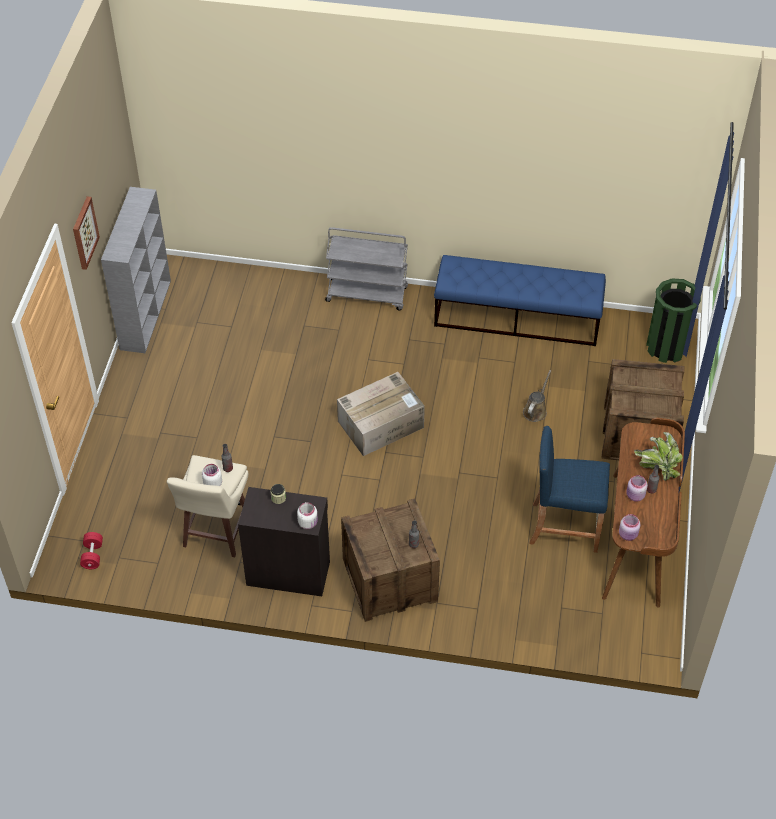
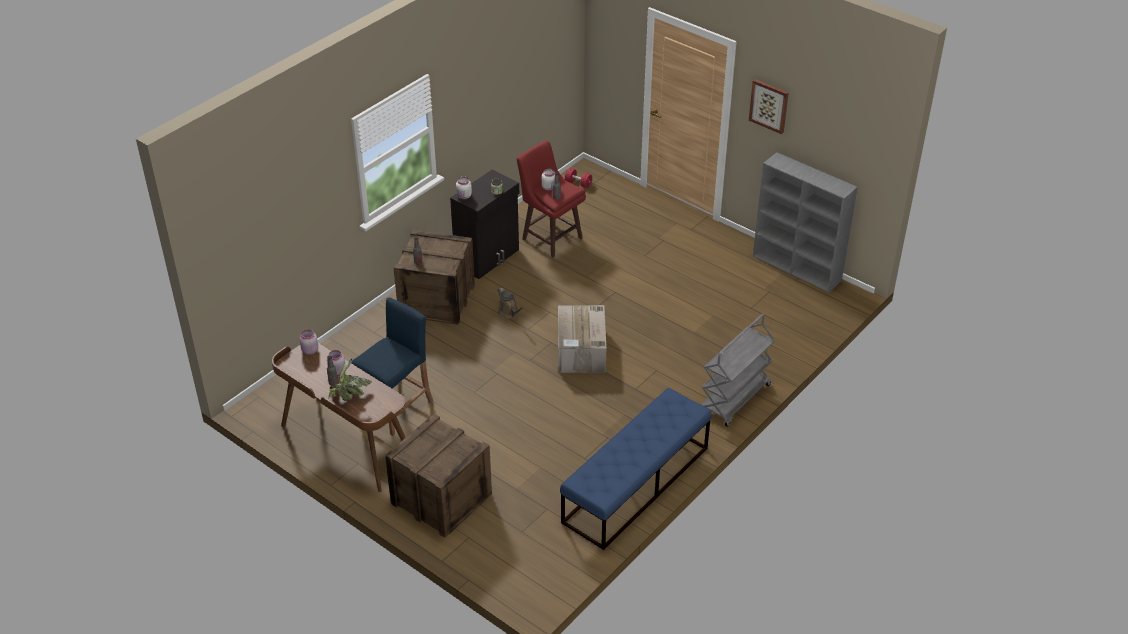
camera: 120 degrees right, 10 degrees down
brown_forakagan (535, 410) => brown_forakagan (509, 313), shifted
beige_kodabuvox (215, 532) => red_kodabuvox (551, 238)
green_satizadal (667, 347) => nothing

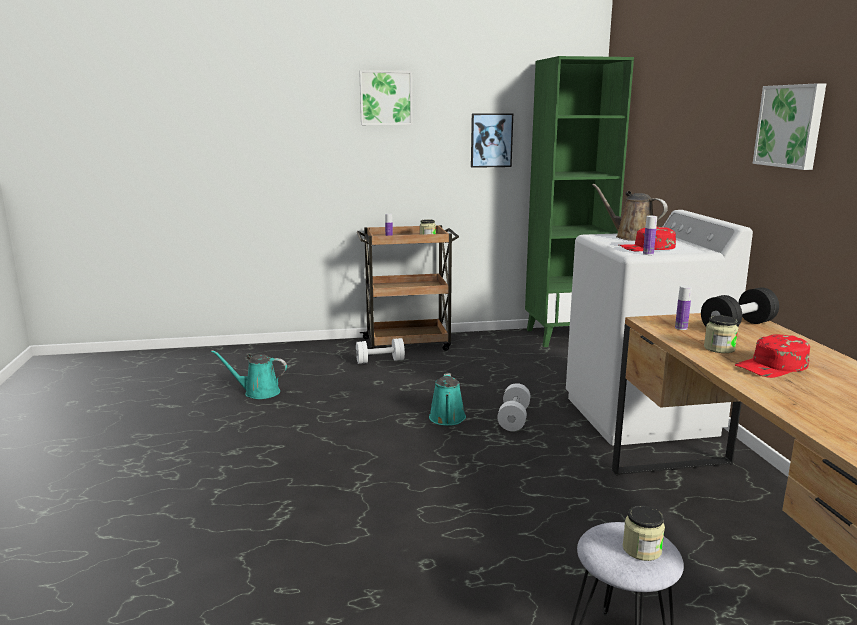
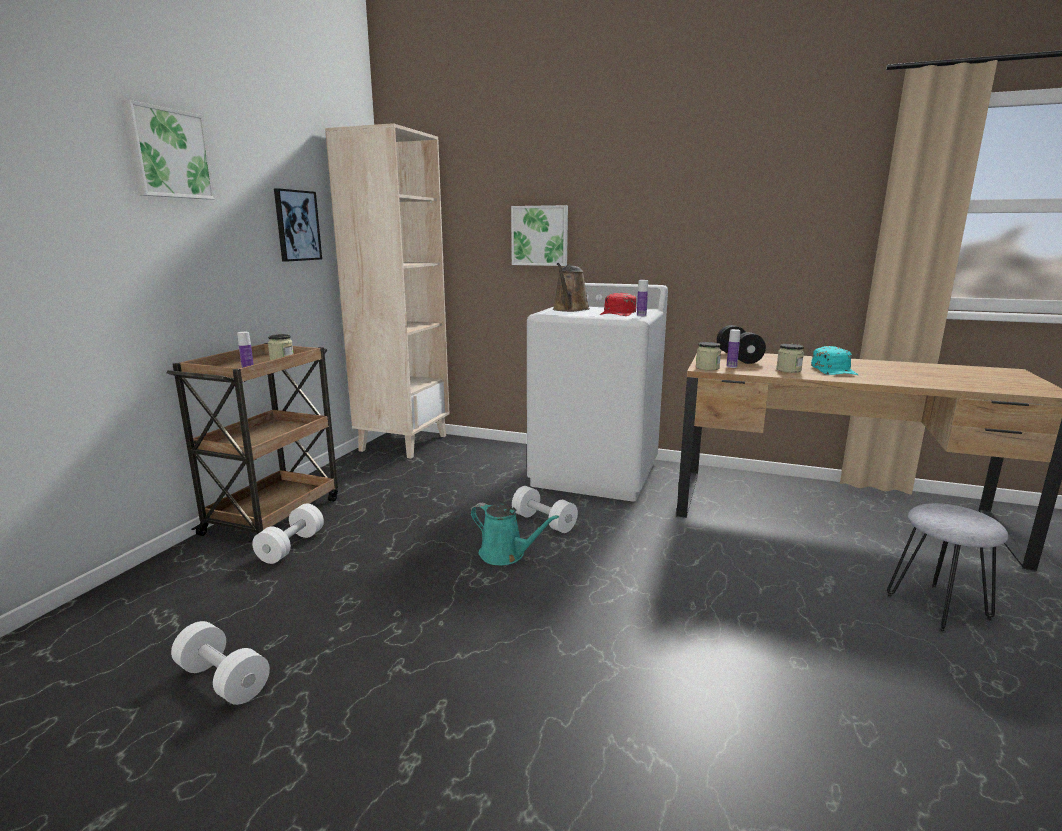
camera: 60 degrees left, 0 degrees up
turquoise_forakagan (258, 392) => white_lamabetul (223, 680)
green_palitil (566, 336) => beige_palitil (403, 443)
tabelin (791, 126) => tabelin (540, 235), shifted
brown_forakagan (631, 237) => brown_forakagan (570, 310), 60 degrees counterclockwise
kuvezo (641, 549) => kuvezo (707, 368), shifted
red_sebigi (772, 366) => turquoise_sebigi (834, 370)

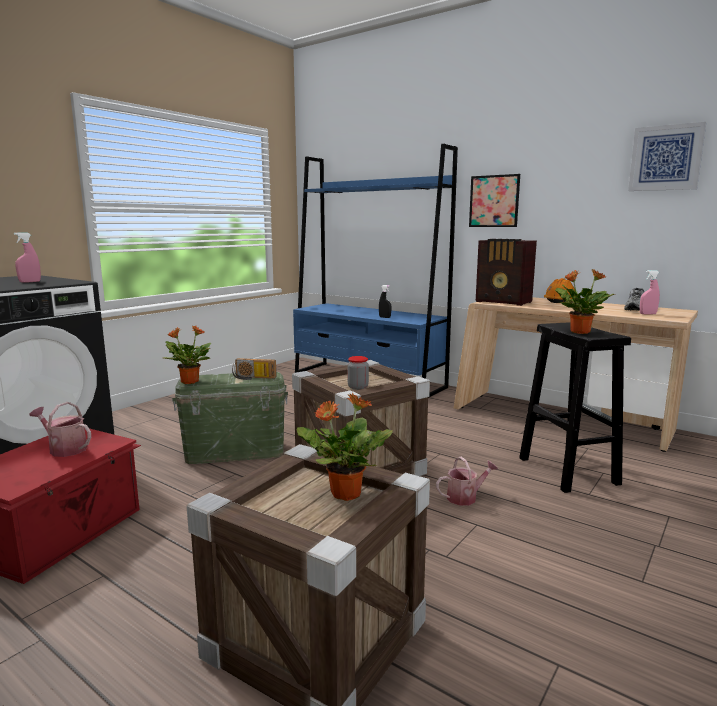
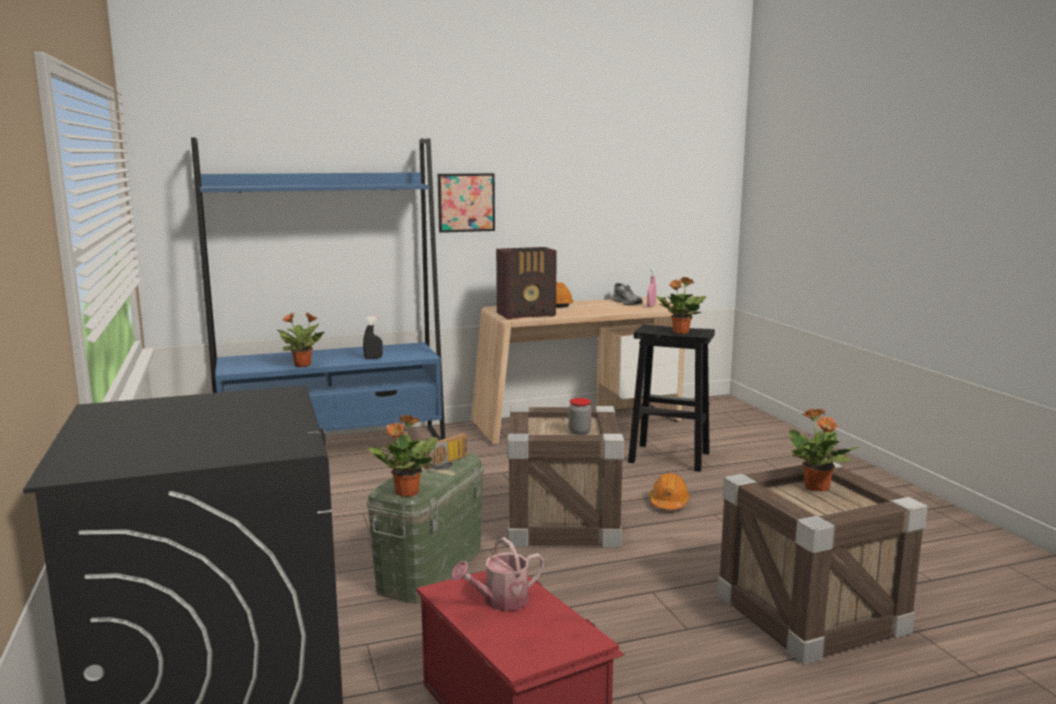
camera: 55 degrees left, 0 degrees up
nothing => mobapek (303, 365)
forakagan (465, 497) => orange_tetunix (669, 503)
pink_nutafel (30, 282) => nothing
tabelin (666, 158) => nothing

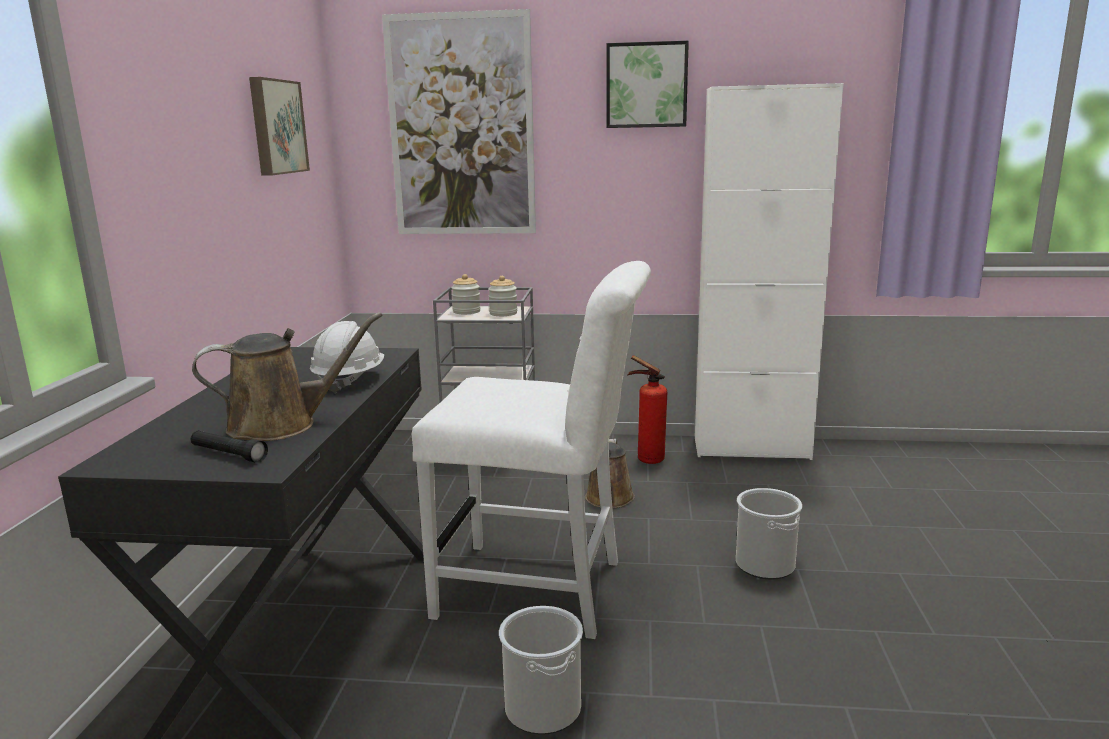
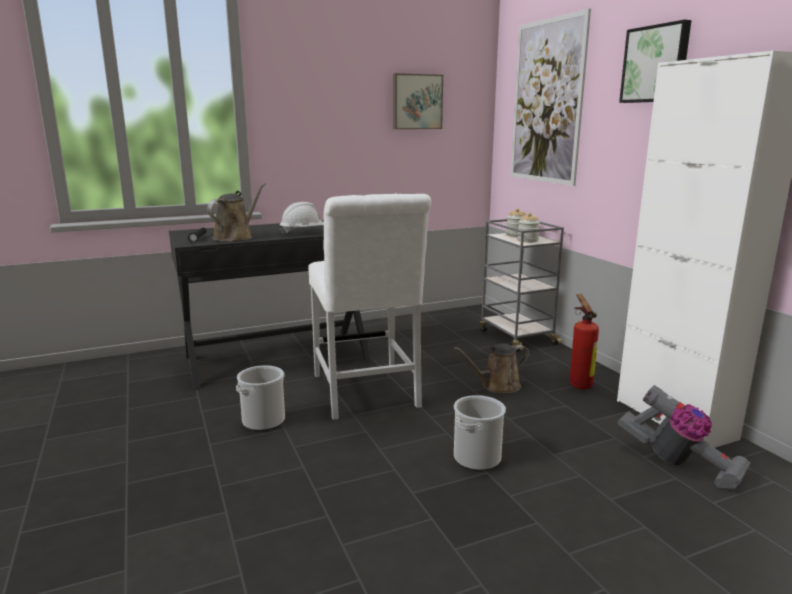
camera: 60 degrees right, 0 degrees up
brown_forakagan (281, 425) => brown_forakagan (235, 237), 105 degrees counterclockwise
nothing => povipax (679, 464)

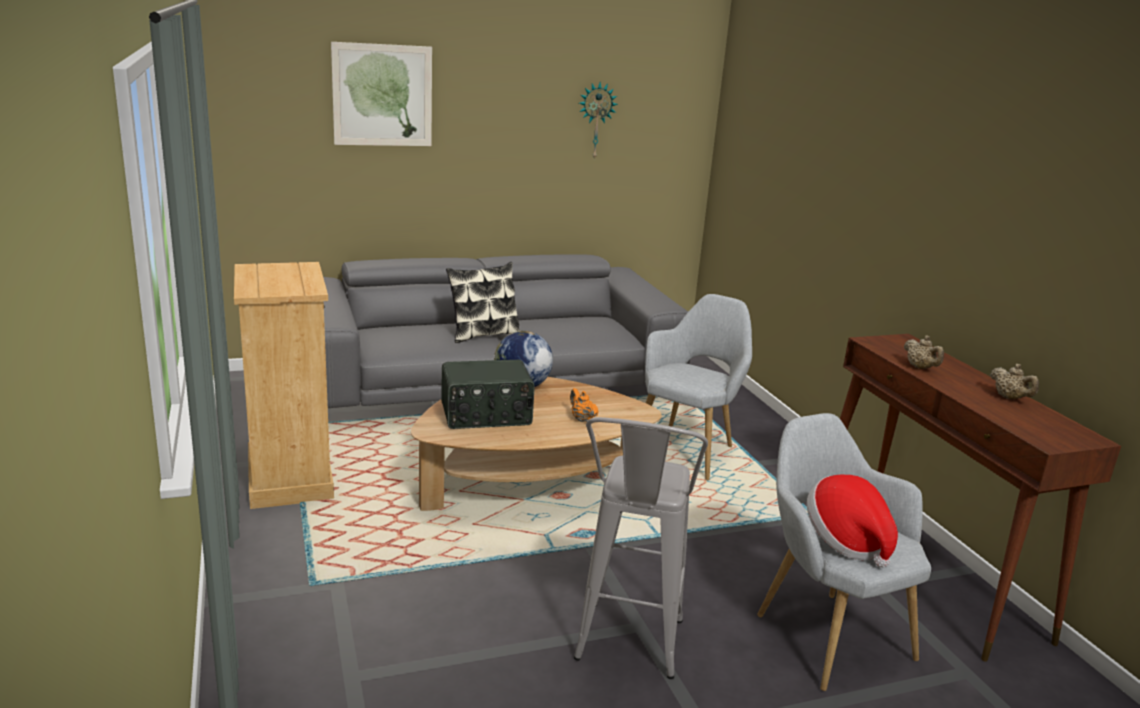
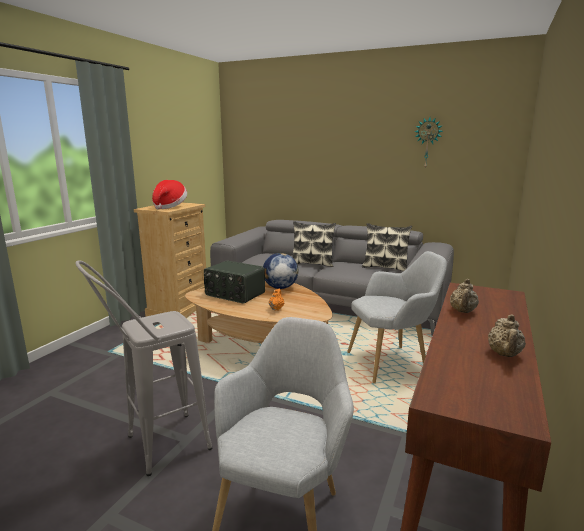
camera: 45 degrees right, 5 degrees down
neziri (846, 541) => neziri (169, 207), shifted
nothing => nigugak (385, 267)
tabelin (382, 95) => nothing

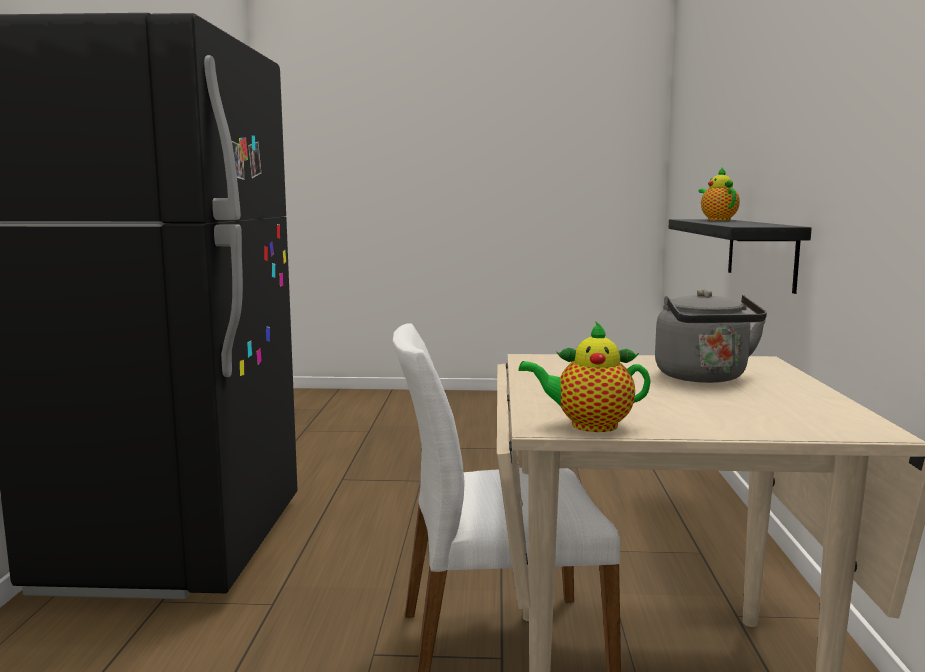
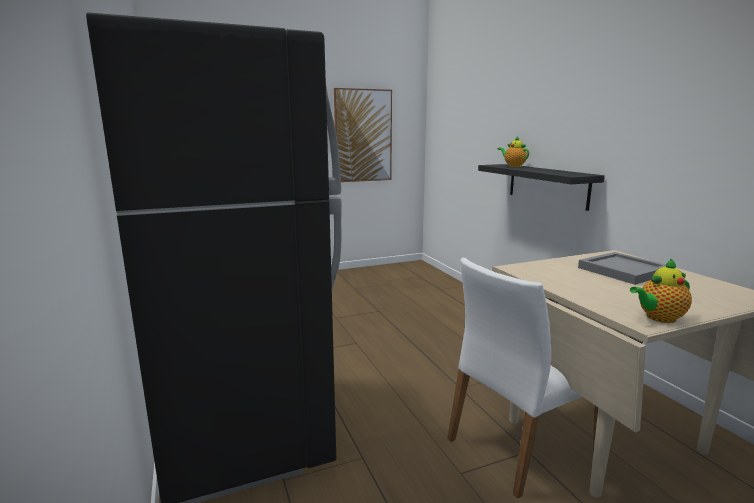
camera: 25 degrees left, 5 degrees up
nothing => tabelin (363, 136)
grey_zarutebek (704, 378) => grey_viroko (623, 271)

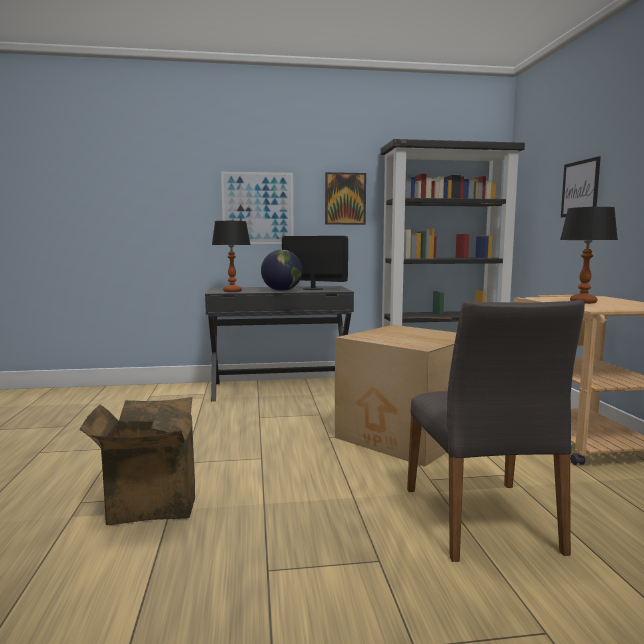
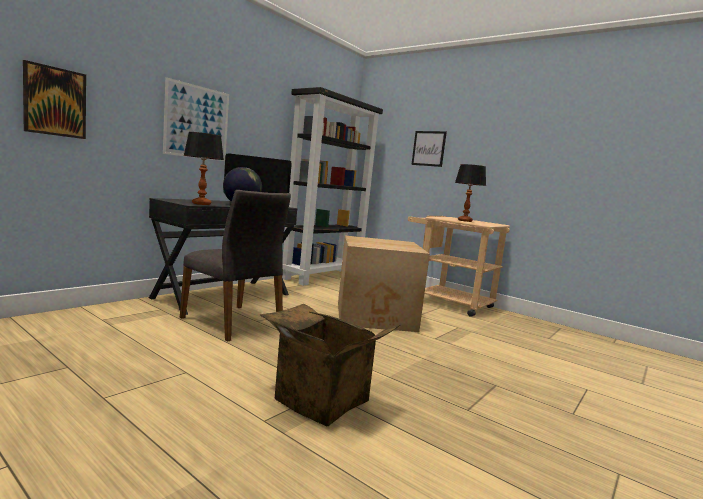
camera: 45 degrees left, 0 degrees up
tabelin (345, 199) => tabelin (55, 101), shifted
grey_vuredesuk (483, 519) => grey_vuredesuk (233, 322), shifted

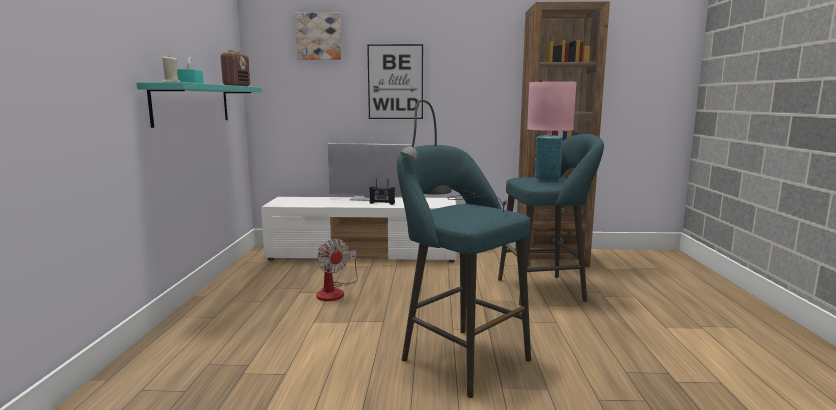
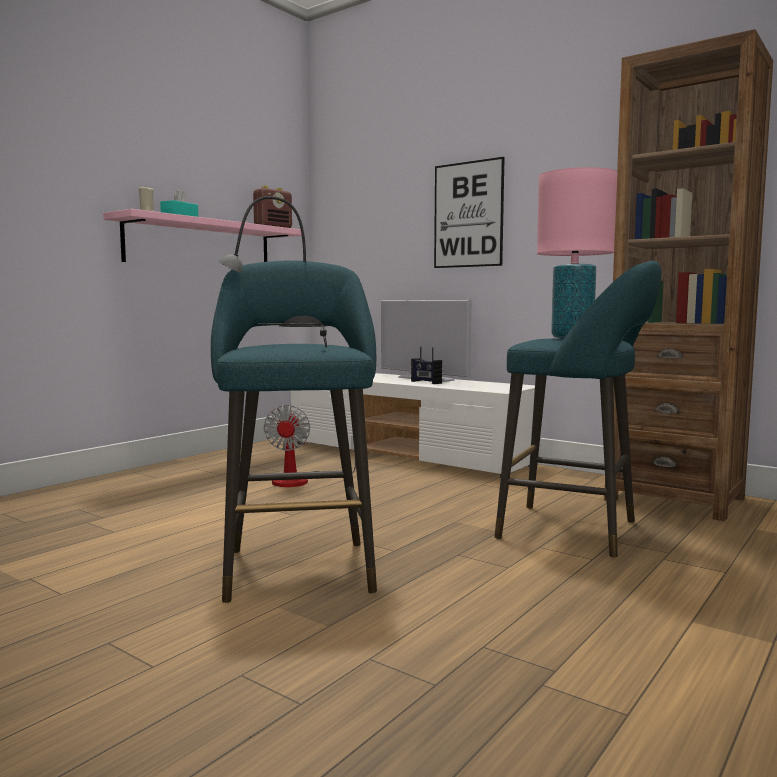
camera: 35 degrees right, 5 degrees down
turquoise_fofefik (192, 104) => pink_fofefik (200, 244)
tabelin (319, 36) => nothing

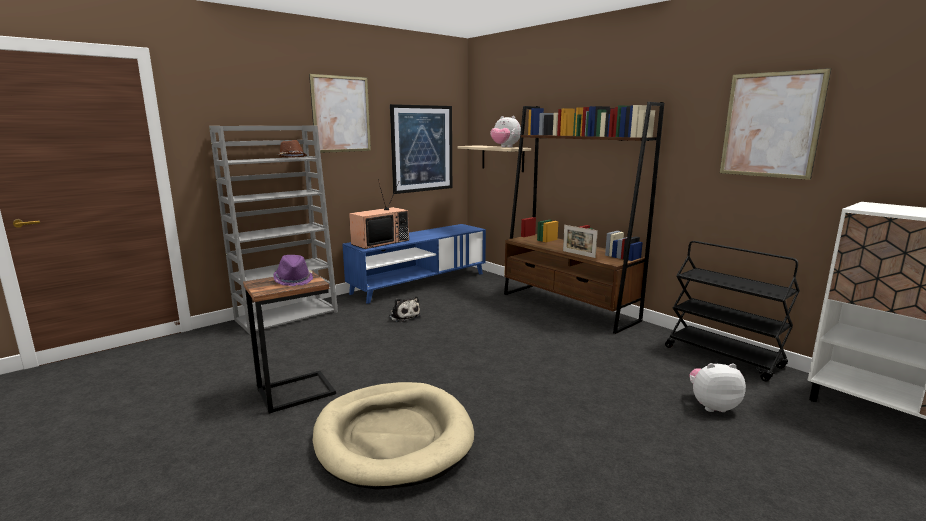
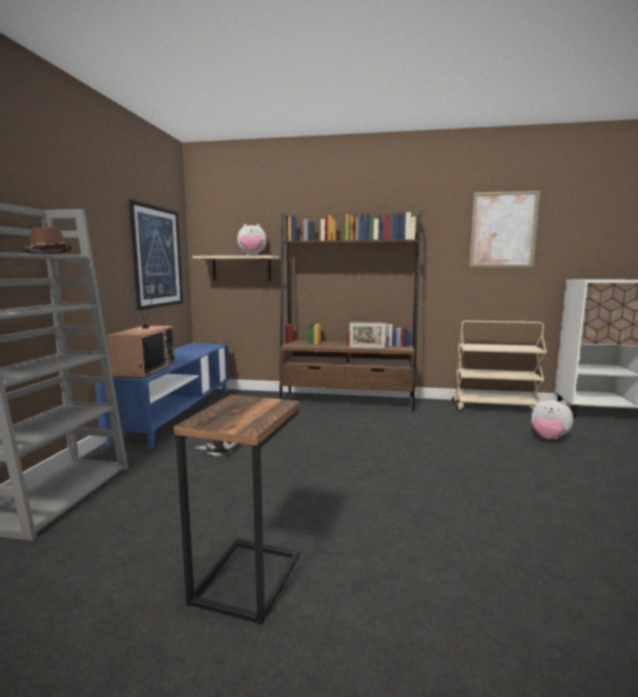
camera: 40 degrees left, 5 degrees down
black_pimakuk (724, 357) => beige_pimakuk (495, 408)
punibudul (712, 406) => punibudul (548, 438), 105 degrees counterclockwise
purple_neziri (294, 280) => nothing
tabelin (341, 114) => nothing
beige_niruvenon (393, 437) => nothing

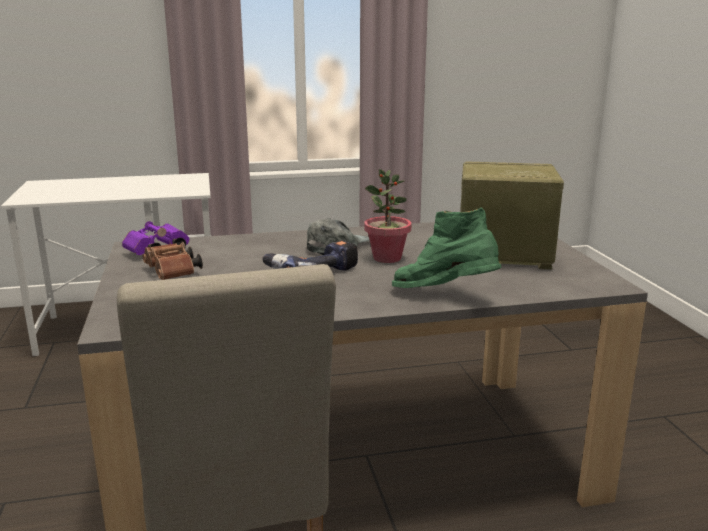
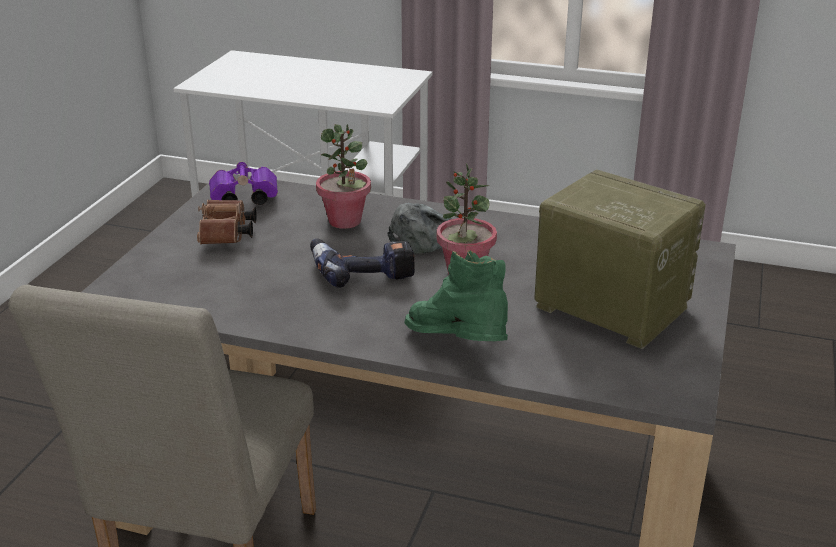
camera: 30 degrees right, 10 degrees up
nothing => mobapek (345, 221)

